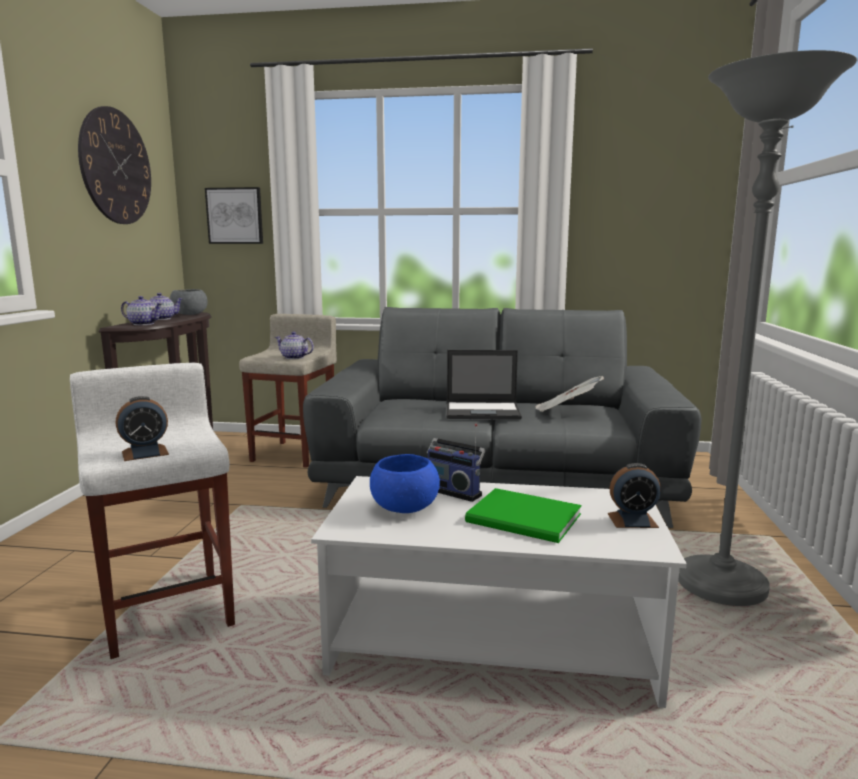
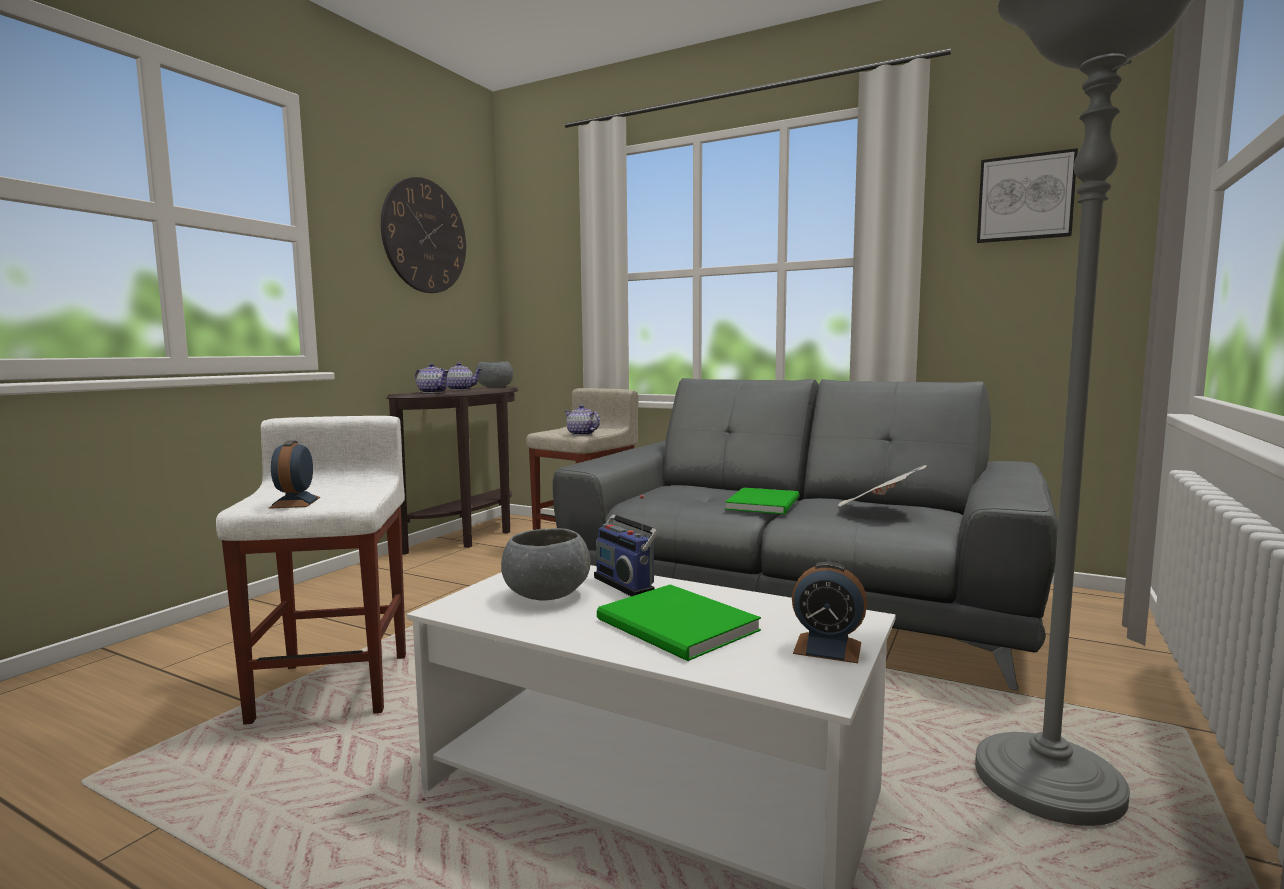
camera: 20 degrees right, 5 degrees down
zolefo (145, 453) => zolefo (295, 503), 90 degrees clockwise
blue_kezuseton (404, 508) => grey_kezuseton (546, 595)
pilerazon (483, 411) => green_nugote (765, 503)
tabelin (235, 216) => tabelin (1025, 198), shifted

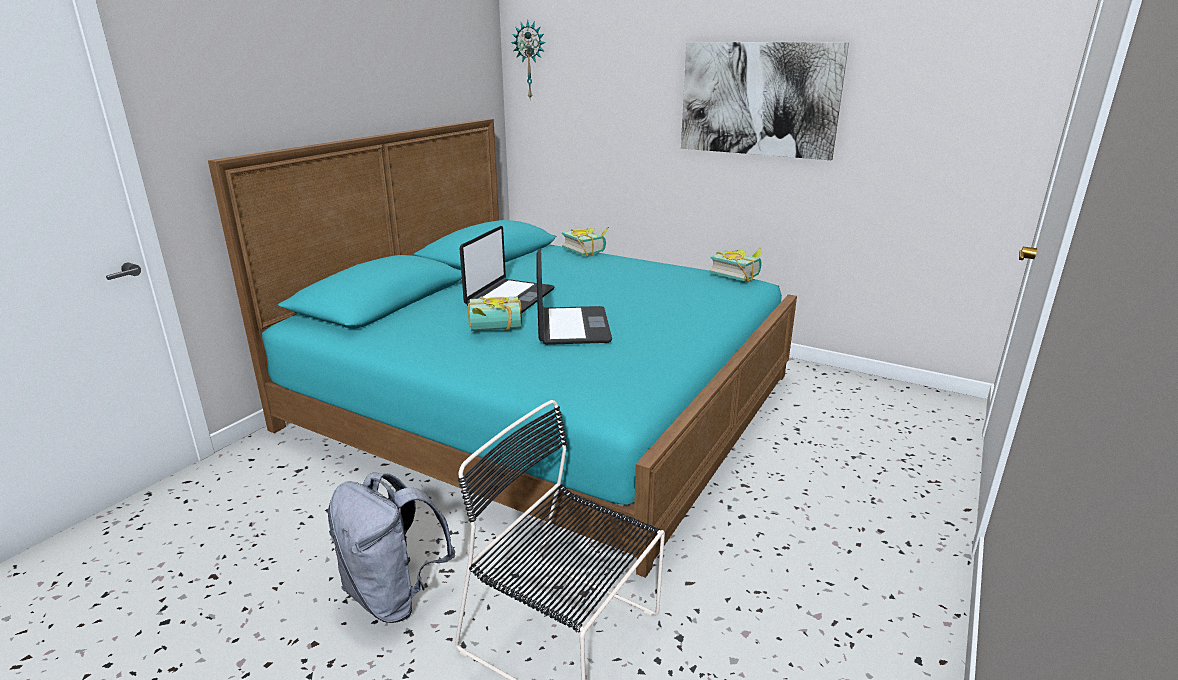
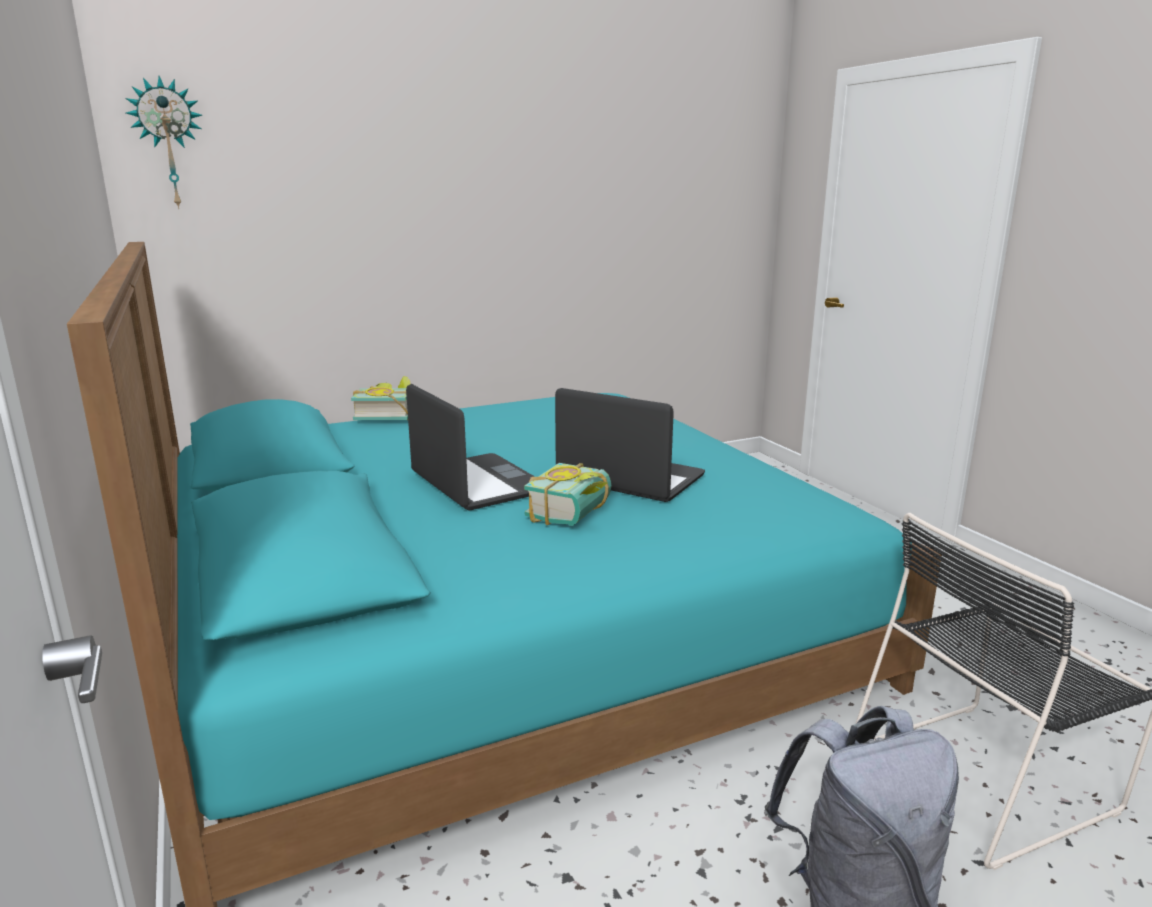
camera: 55 degrees left, 5 degrees down
tabelin (758, 99) => nothing
nugote (737, 274) => nothing

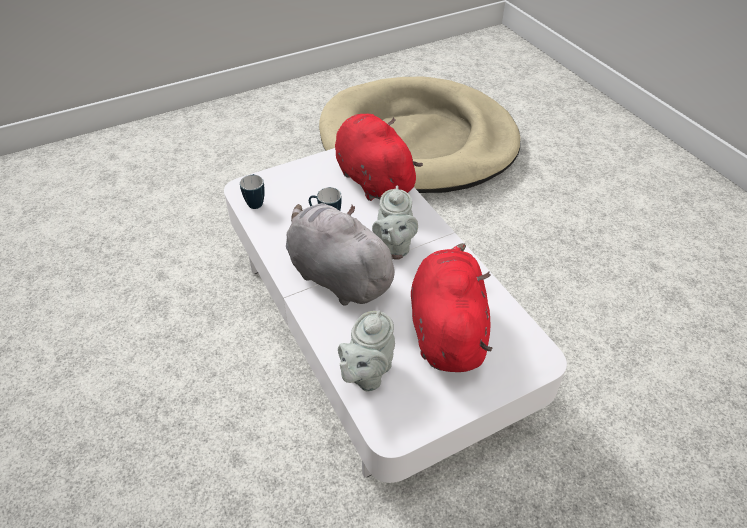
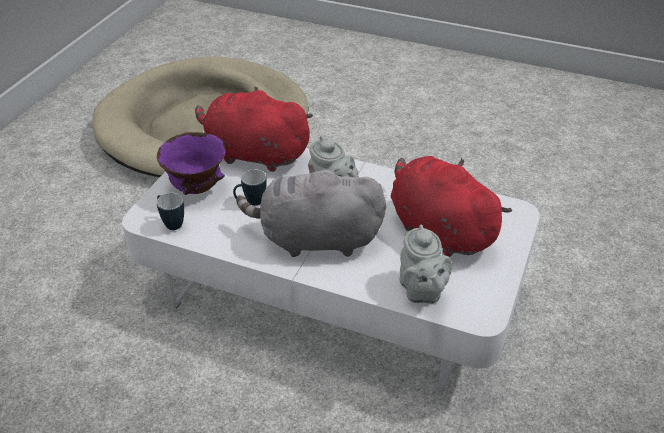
camera: 40 degrees left, 5 degrees down
nothing => purple_kezuseton (197, 189)

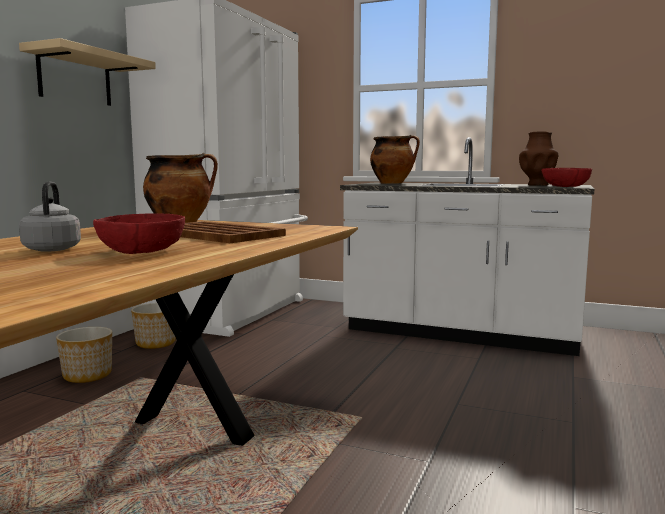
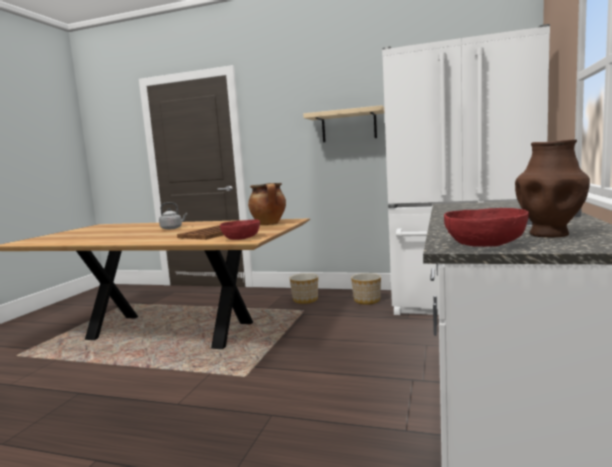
camera: 85 degrees right, 0 degrees up
red_kezuseton (141, 251) => red_kezuseton (241, 238), shifted
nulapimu (393, 183) => nothing

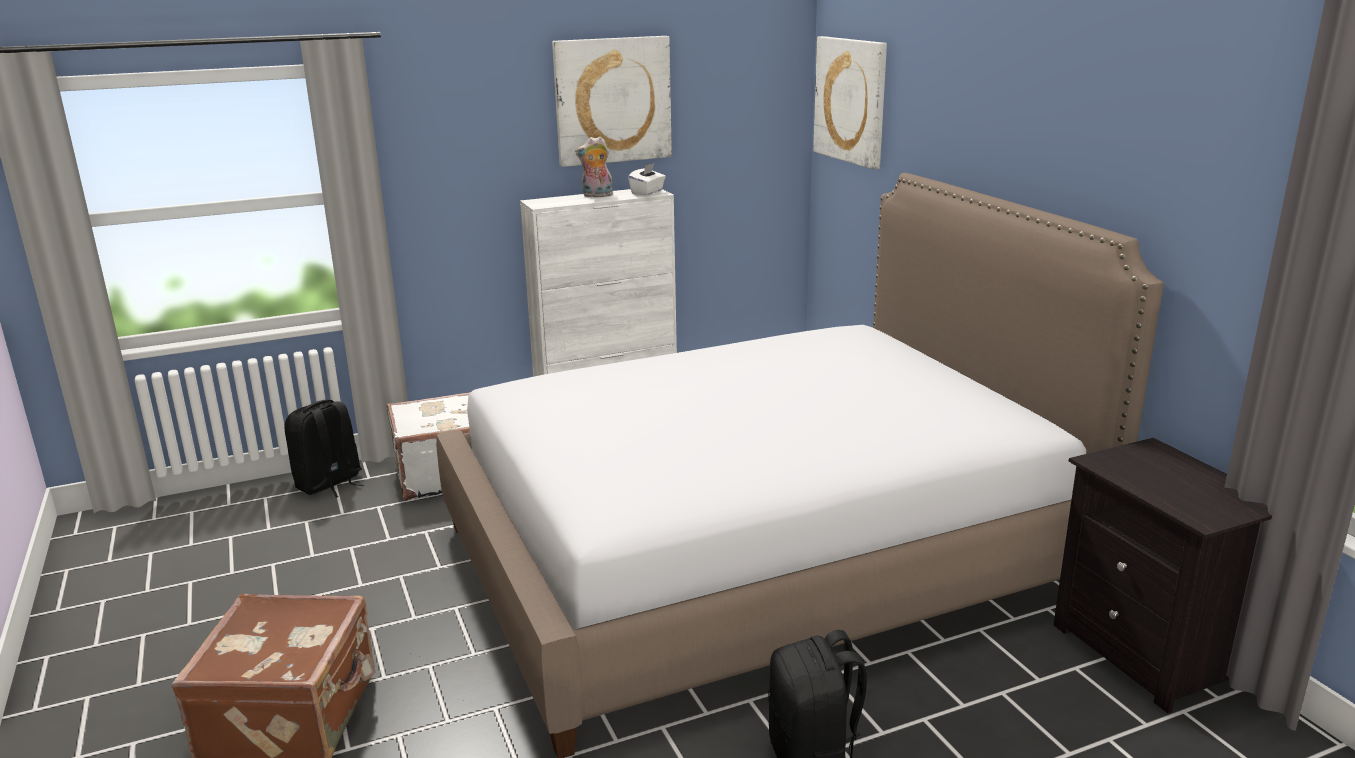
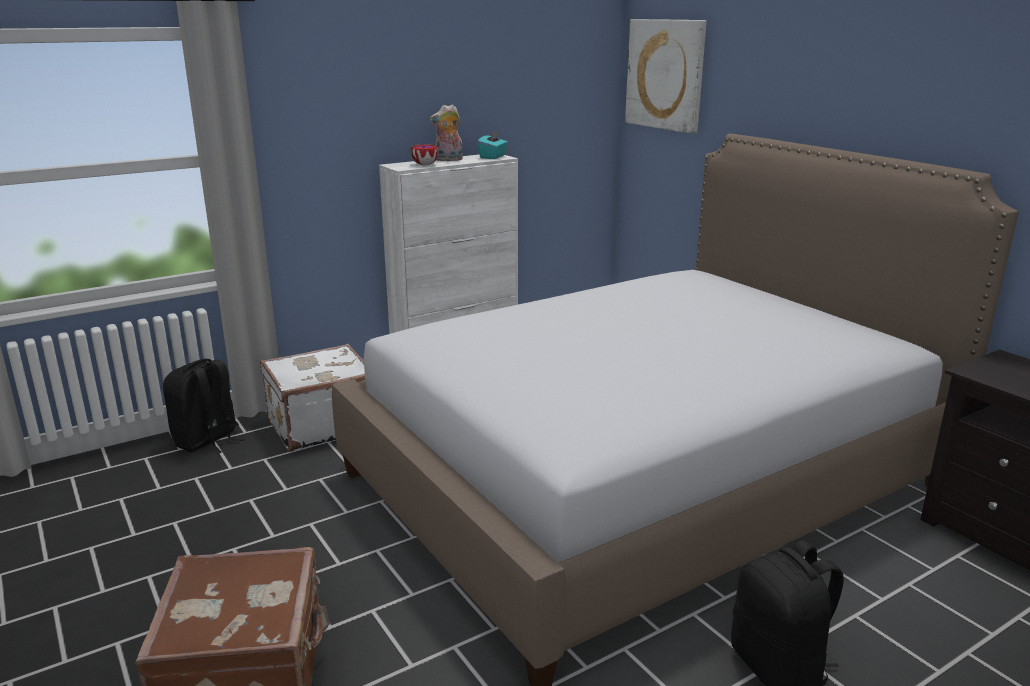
camera: 10 degrees left, 0 degrees up
nothing => kezuseton (424, 165)
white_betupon (647, 192) => turquoise_betupon (493, 157)
tabelin (612, 100) => nothing

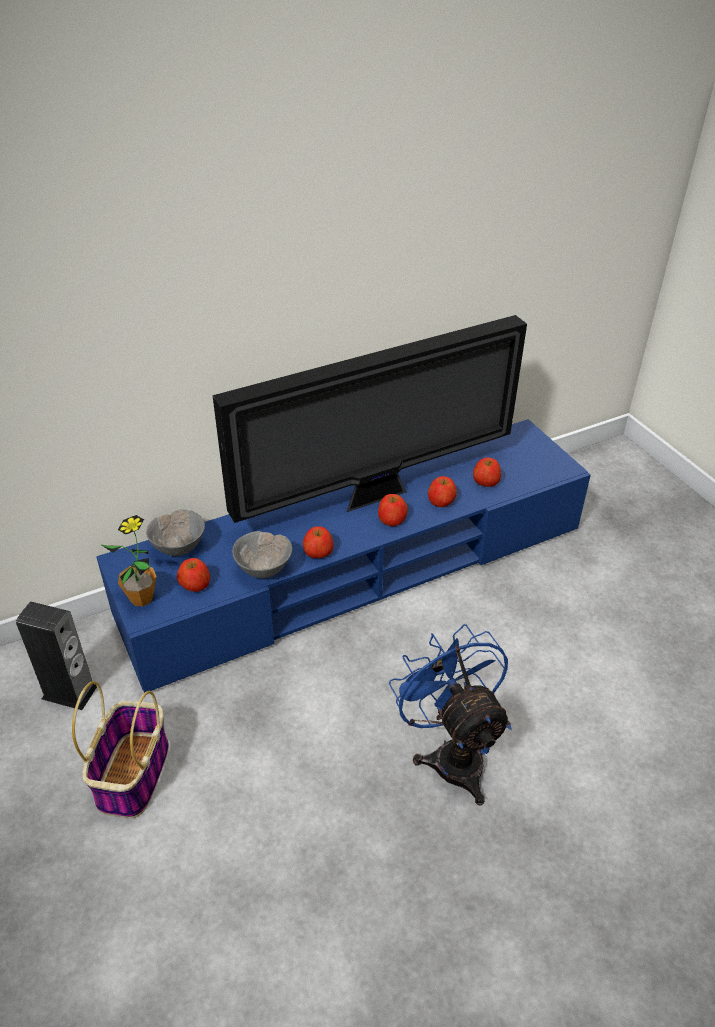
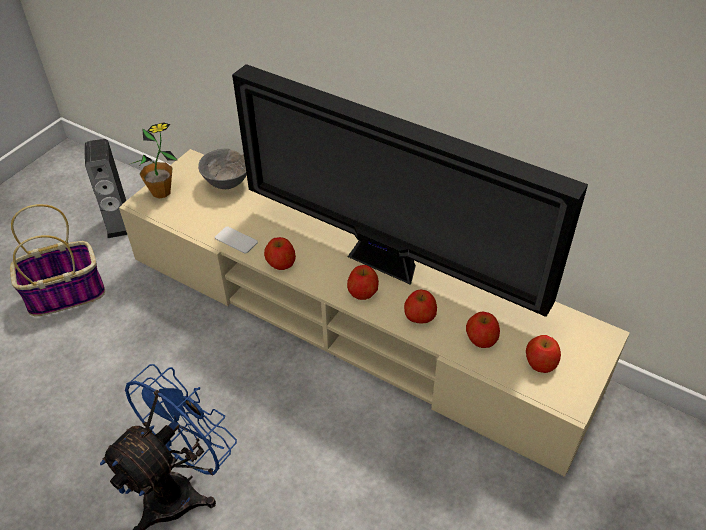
camera: 60 degrees right, 5 degrees up
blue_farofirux (358, 571) => beige_farofirux (354, 320)
grey_kezuseton (264, 570) => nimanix (236, 240)
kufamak (195, 584) => kufamak (541, 362), shifted

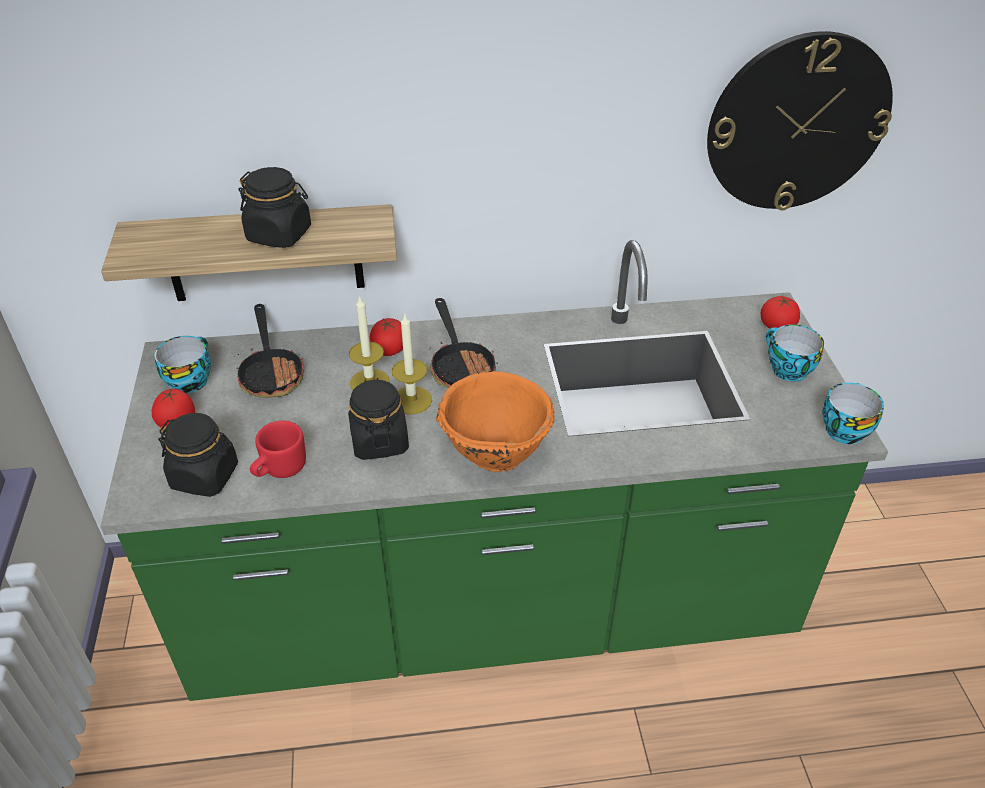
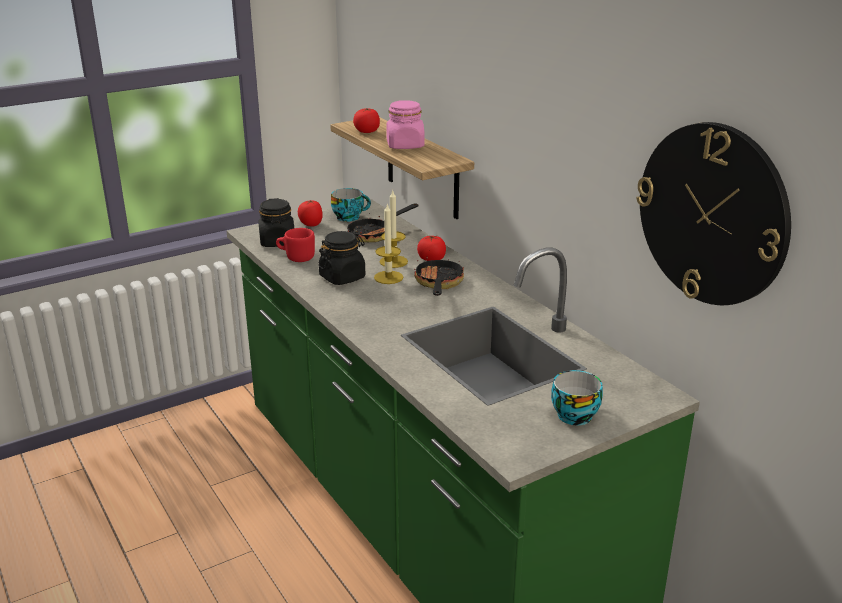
camera: 65 degrees right, 15 degrees down
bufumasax (777, 326) => bufumasax (367, 131), shifted
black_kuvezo (279, 234) => pink_kuvezo (405, 145)
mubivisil (460, 365) => mubivisil (438, 284), 135 degrees clockwise
orange_kezuseton (495, 452) => nothing
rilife (843, 428) => nothing

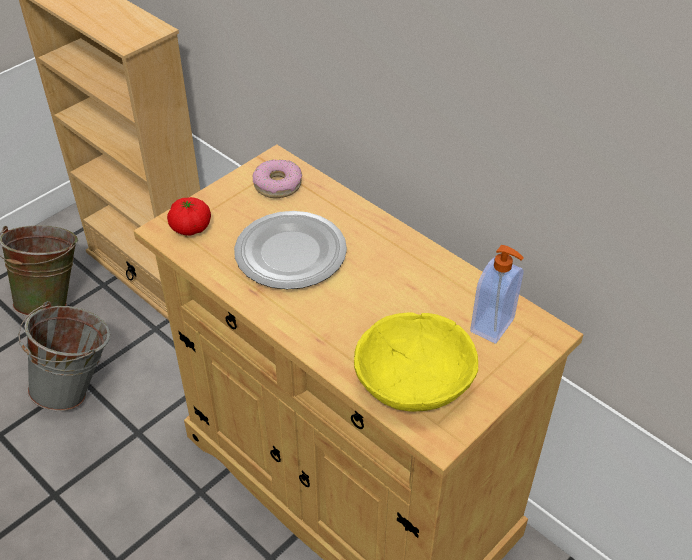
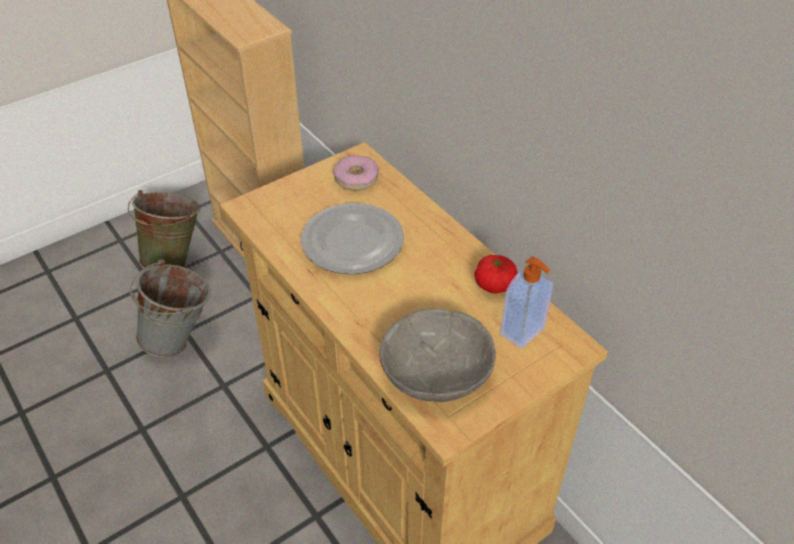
camera: 10 degrees right, 0 degrees up
yellow_kezuseton (414, 380) => grey_kezuseton (437, 372)
bufumasax (191, 228) => bufumasax (494, 284), shifted

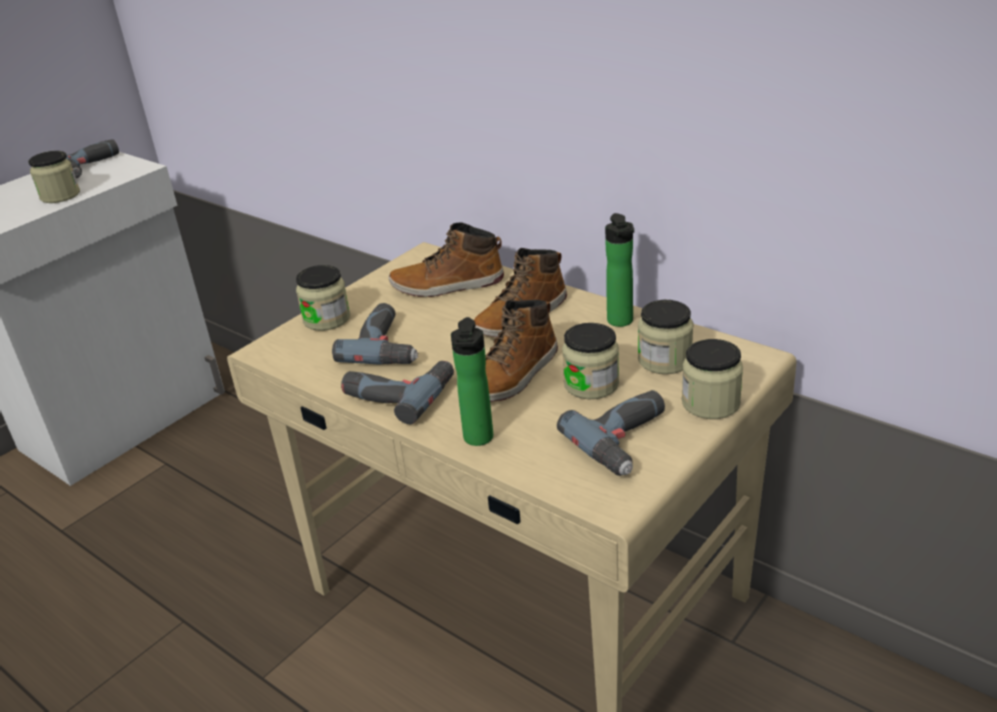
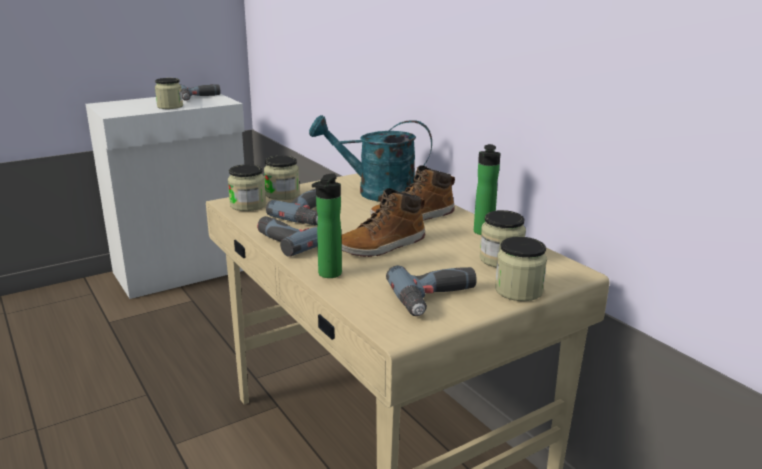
camera: 15 degrees right, 10 degrees down
kuvezo (591, 384) => kuvezo (248, 205), shifted
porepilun (447, 285) => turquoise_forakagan (376, 192)

